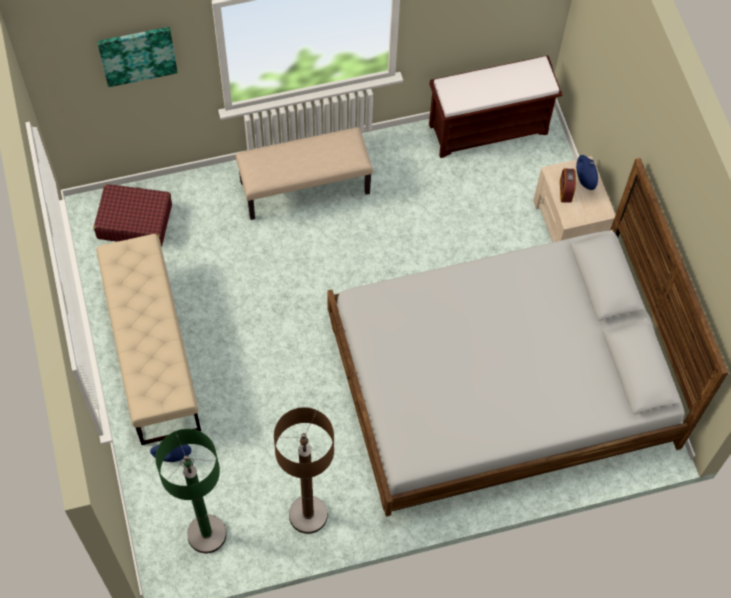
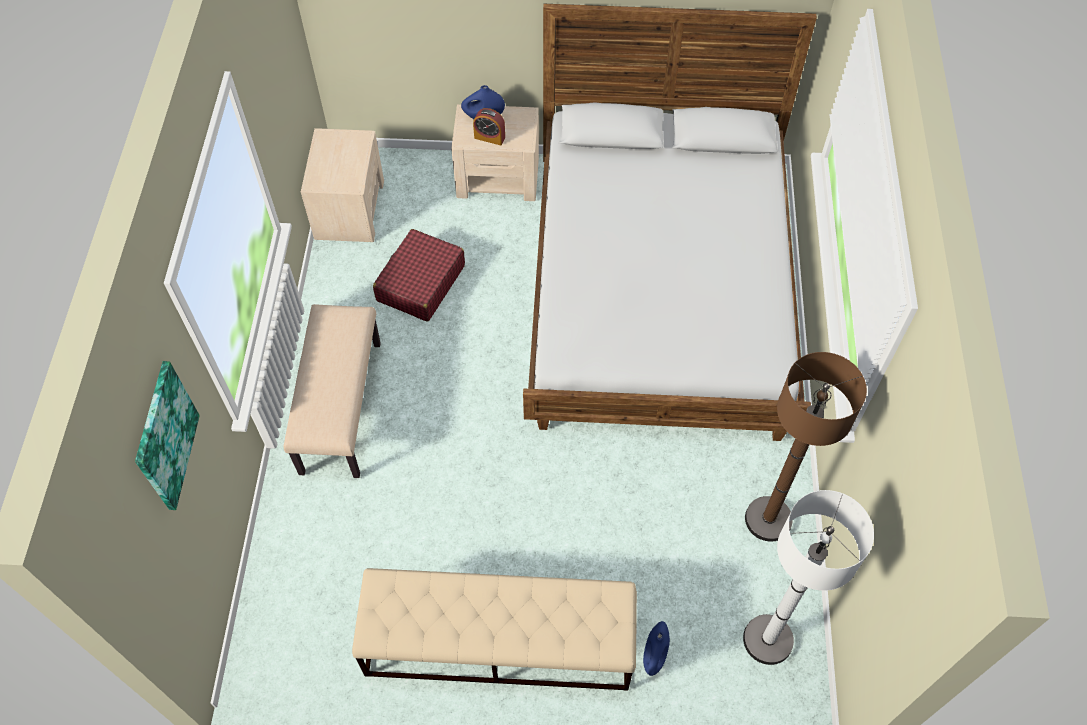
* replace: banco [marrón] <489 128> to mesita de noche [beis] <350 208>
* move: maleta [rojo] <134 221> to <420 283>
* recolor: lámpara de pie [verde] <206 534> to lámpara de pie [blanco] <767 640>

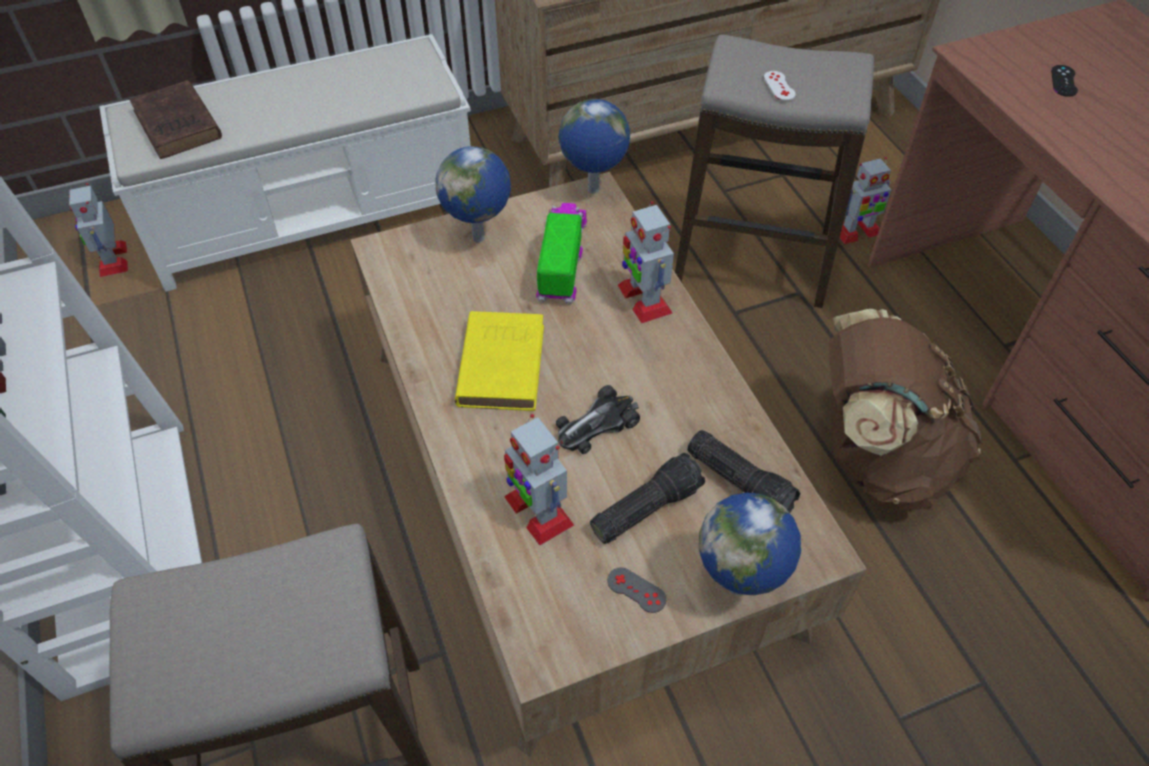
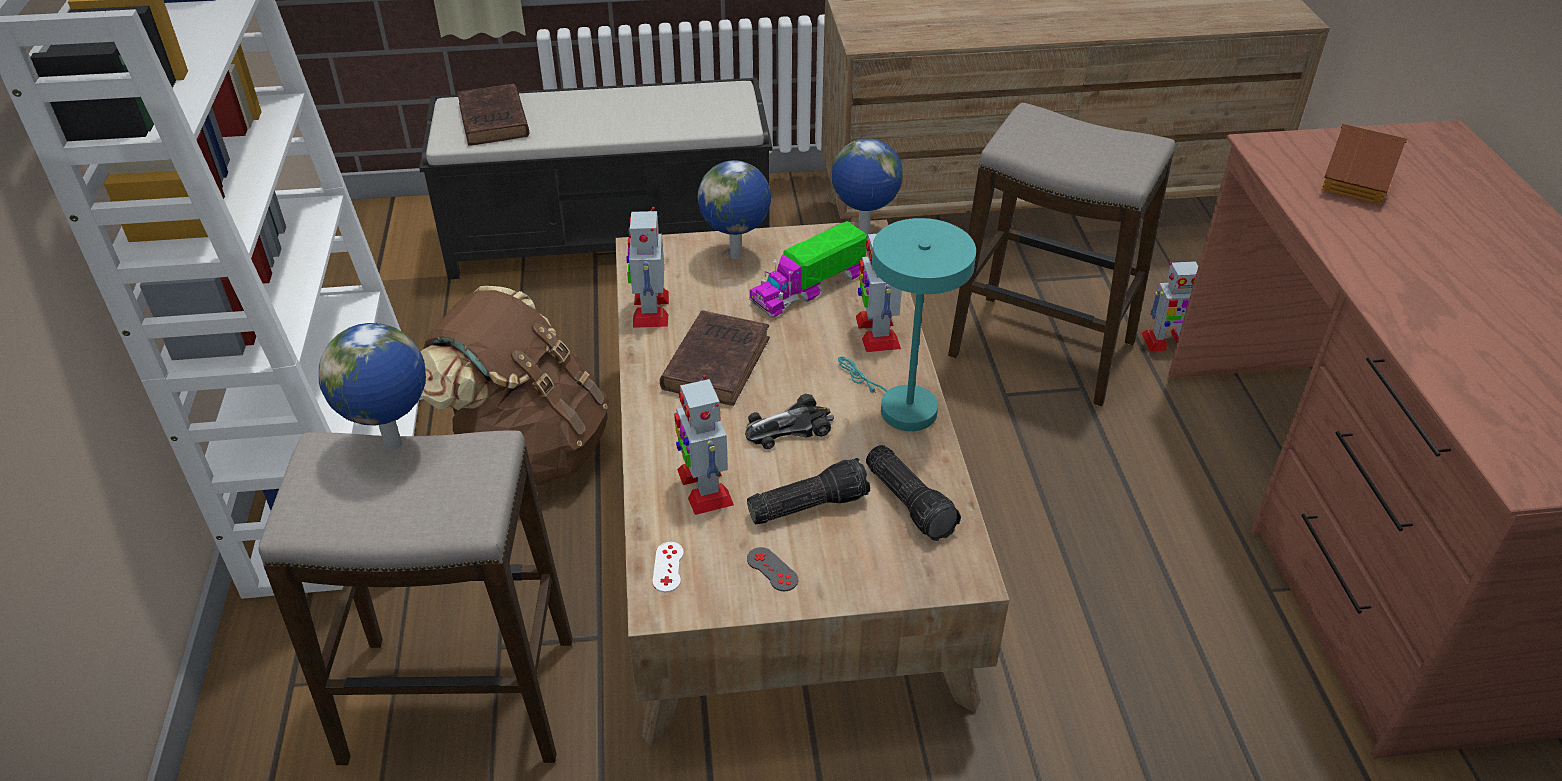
* recolor: banco [blanco] <318 214> to banco [negro] <612 237>
* replace: mando de consola [negro] <1063 81> to casita <1354 182>
* move: mando de consola [blanco] <779 86> to <668 567>
* move: robot de juguete <112 259> to <650 309>
* rotate: camión de juguete <562 261> = <809 287> 150 degrees counterclockwise
* move: mochila [marrón] <875 457> to <529 450>
* recolor: libro [amarillo] <501 363> to libro [marrón] <717 361>
* move: globo terráqueo <738 588> to <395 446>
* insert: lámpara de mesa [turquesa] <900 406>

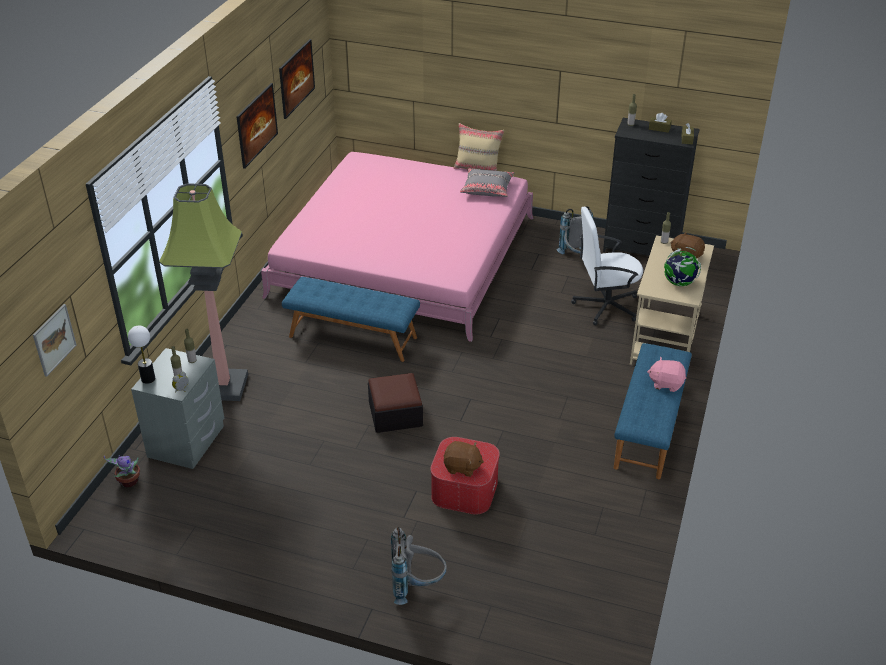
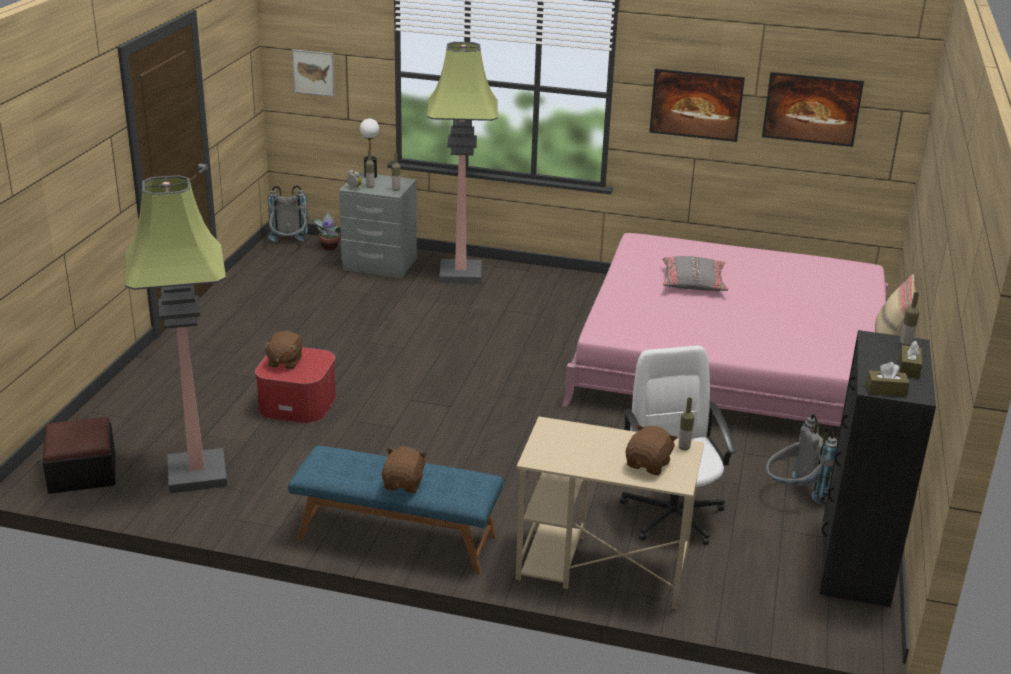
* move: cojín [gris] <487 188> to <693 283>
* delete: globo terráqueo <679 283>
* delete: banco [azul] <353 336>
* recolor: peluche [rosa] <666 383> to peluche [marrón] <404 484>
* move: puf <395 414> to <82 472>
* move: mochila [gris] <417 586> to <289 246>
* insert: lámpara de pie <196 473>

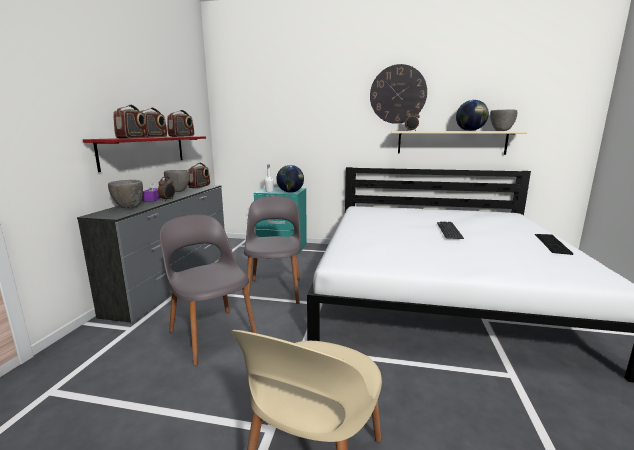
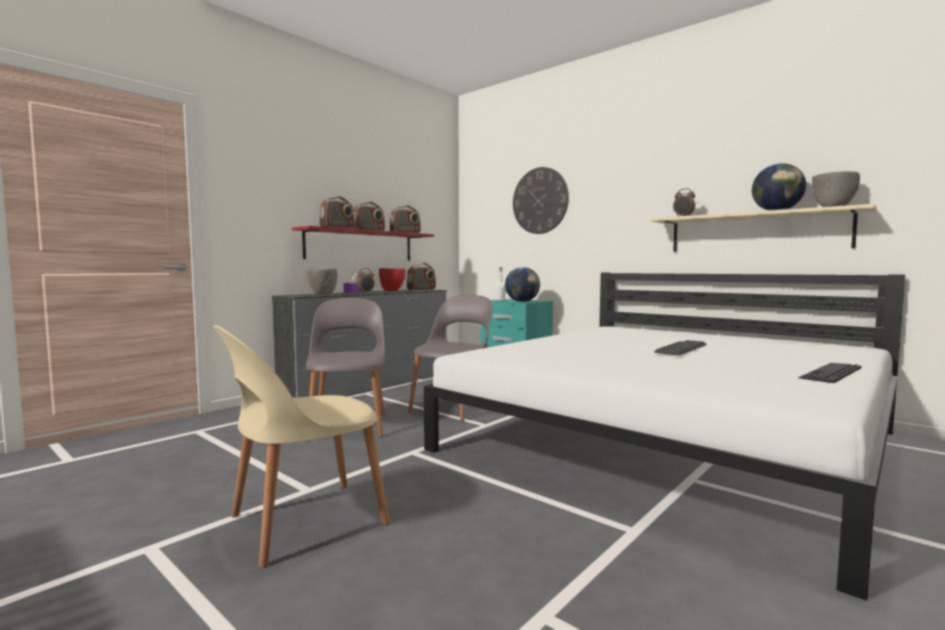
* move: reloj de pared <398 94> to <540 200>
* recolor: cuenco [gris] <178 191> to cuenco [rojo] <392 290>

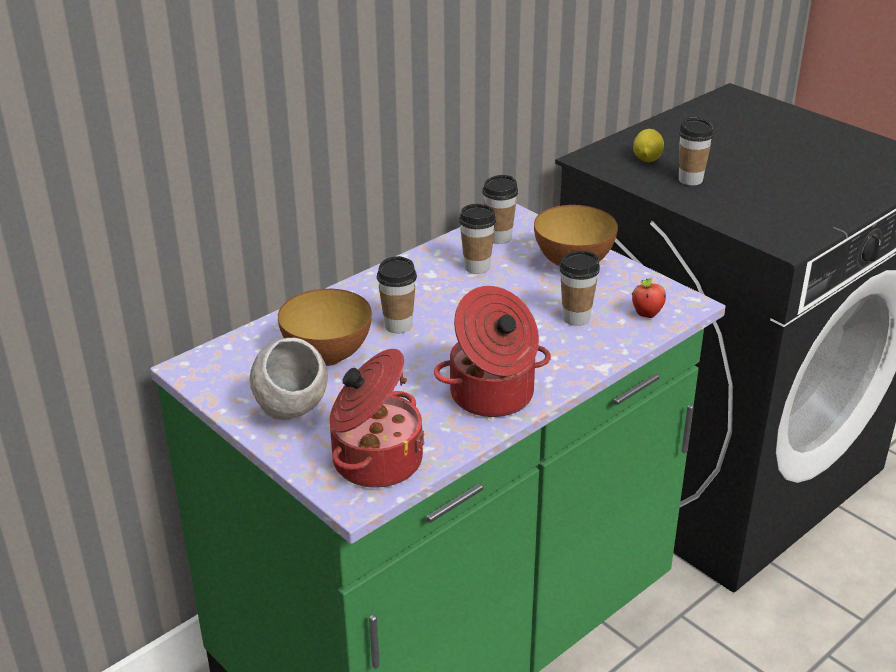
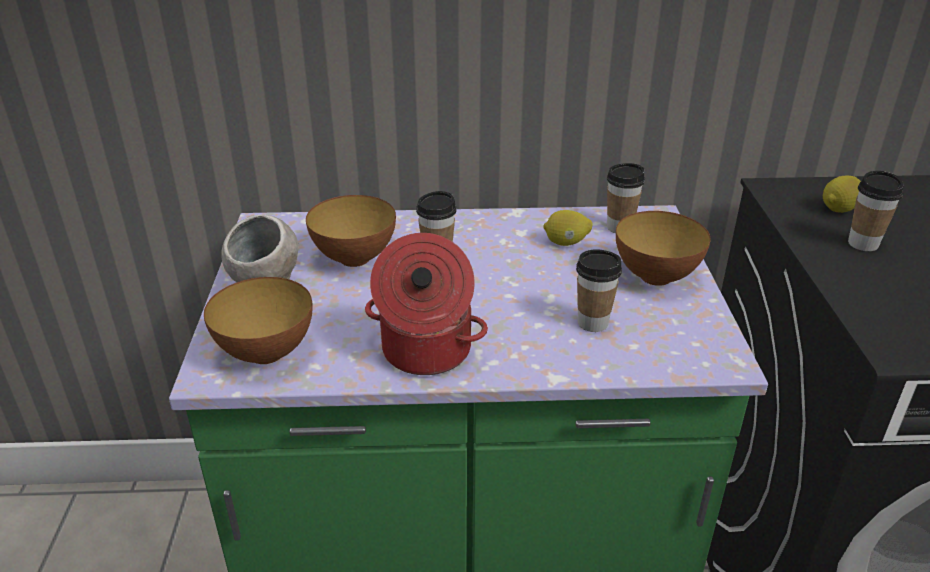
* replace: taza <477 267> to limón <566 243>
* delete: manzana <647 315>
* replace: olla <375 460> to cuenco <266 353>

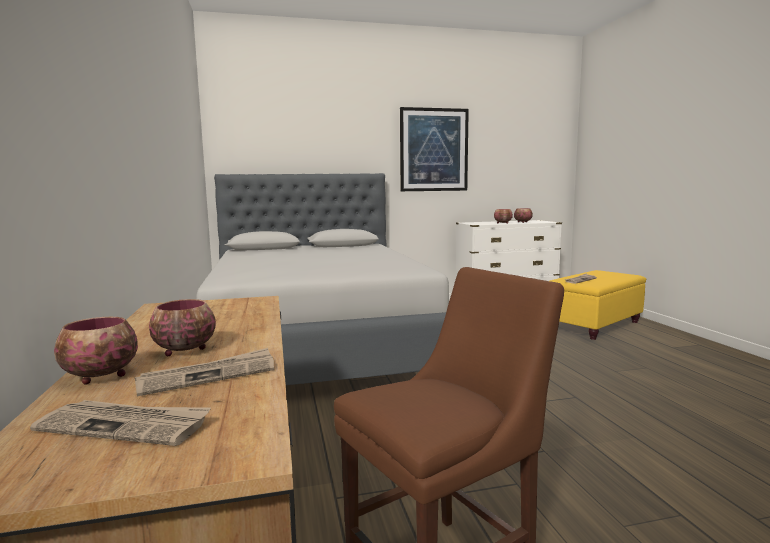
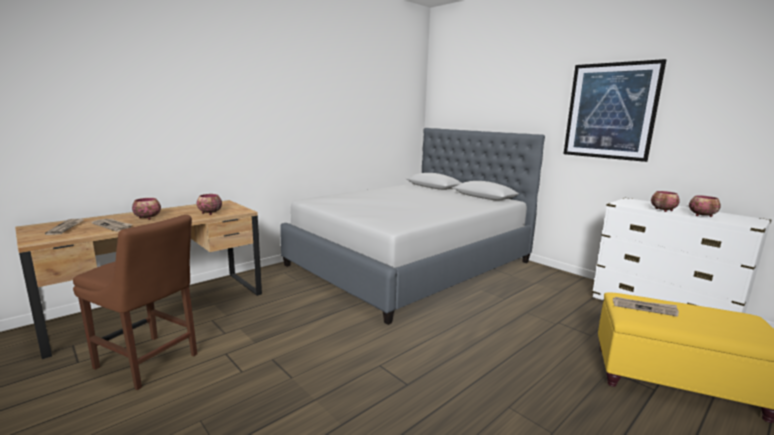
* move: cuenco <100 376> to <209 213>

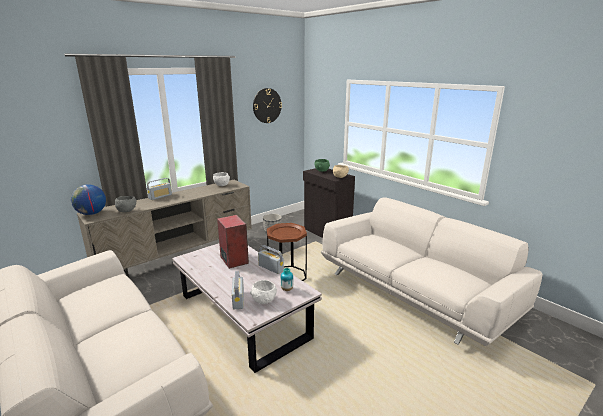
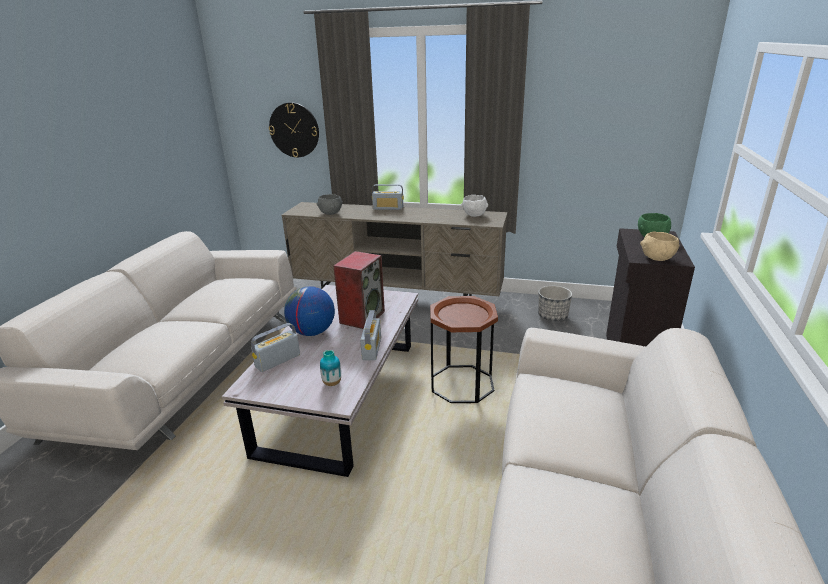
* move: reloj de pared <267 105> to <294 130>
* move: globo terráqueo <91 214> to <312 332>
* delete: cuenco [blanco] <264 301>

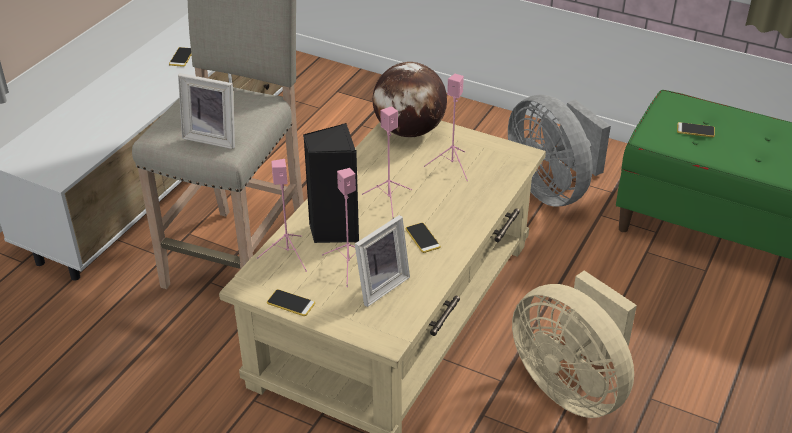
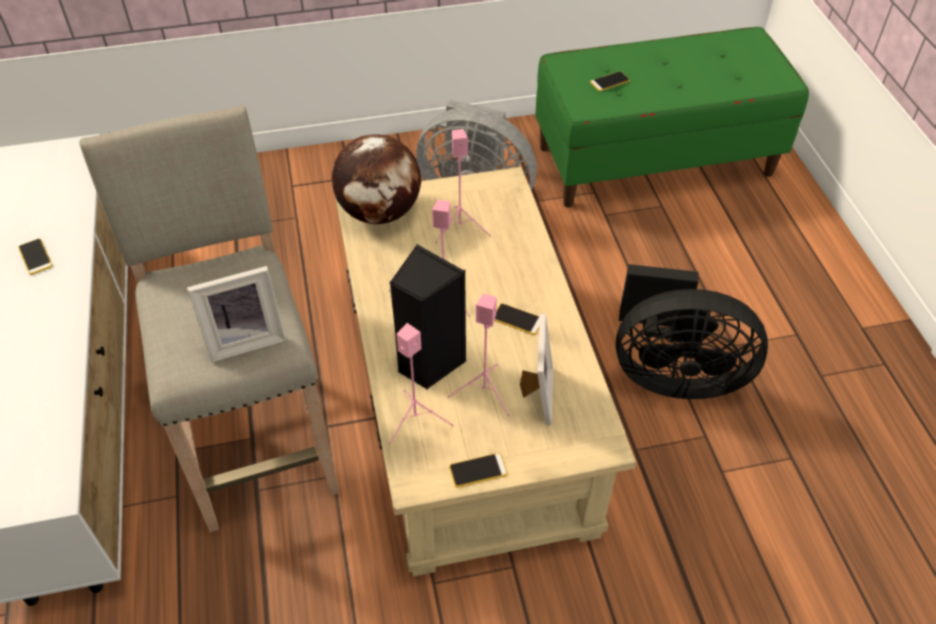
* recolor: ventilador [beis] <572 386> to ventilador [negro] <672 374>

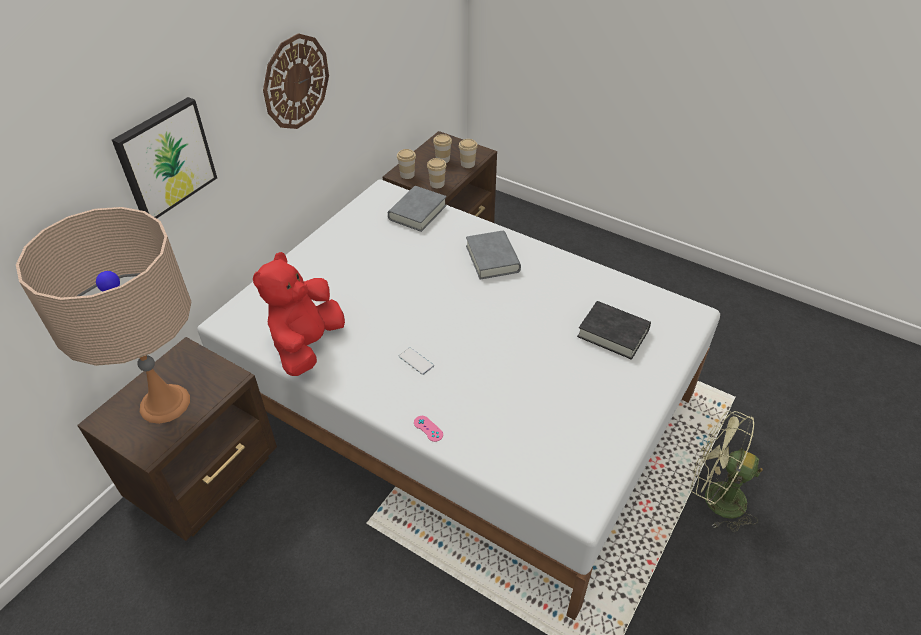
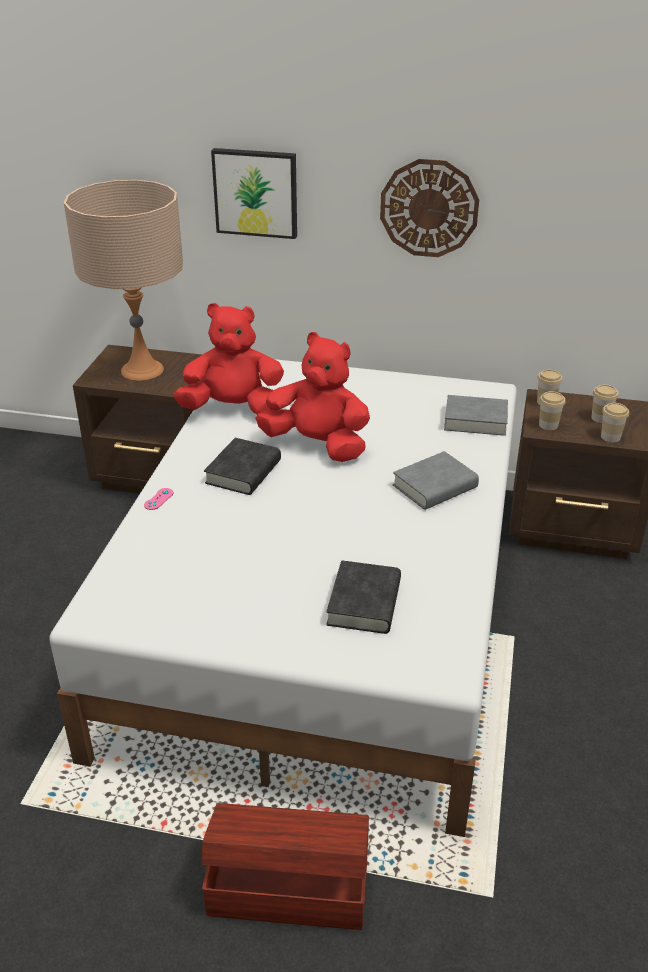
* replace: móvil <416 361> to libro [negro] <243 472>
* replace: ventilador [verde] <714 498> to caja de almacenaje [marrón] <287 887>
* insert: peluche [rojo] <317 445>

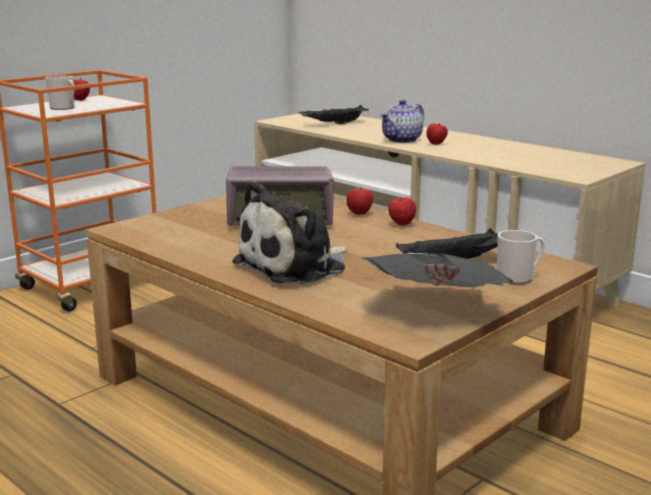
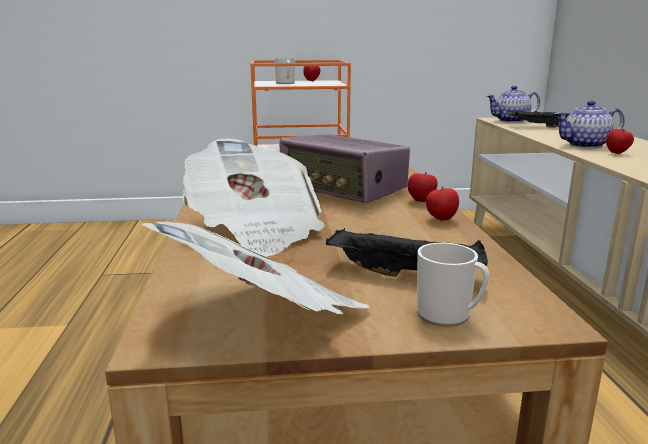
* replace: peluche <295 266> to periódico <255 230>
* insert: tetera <511 120>

